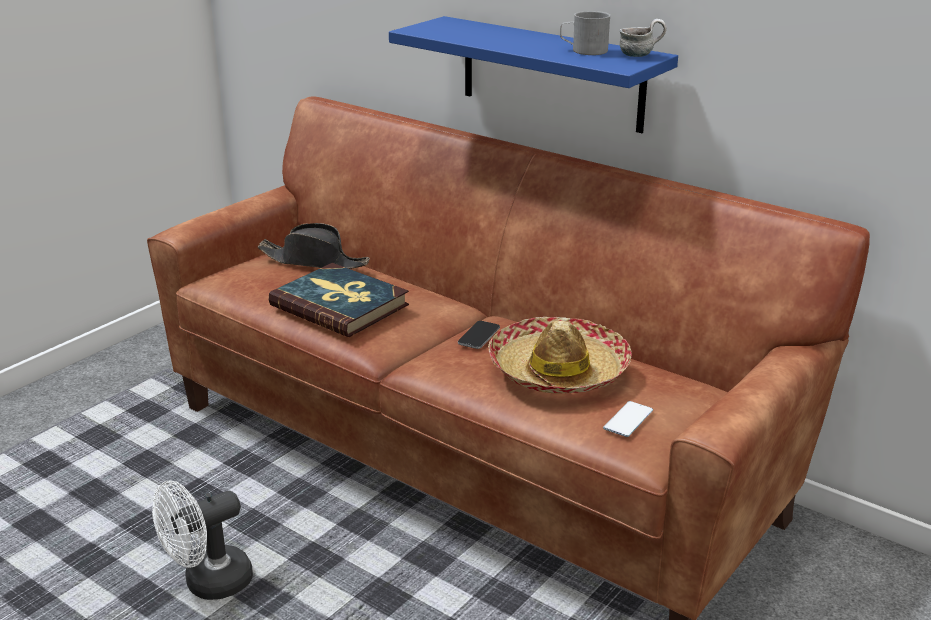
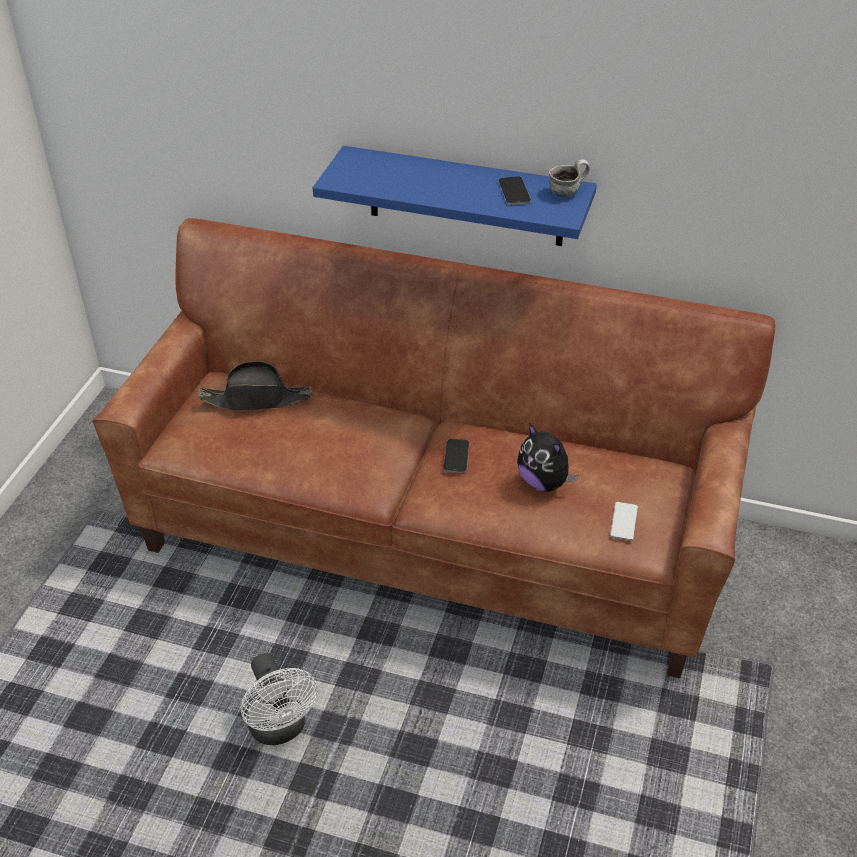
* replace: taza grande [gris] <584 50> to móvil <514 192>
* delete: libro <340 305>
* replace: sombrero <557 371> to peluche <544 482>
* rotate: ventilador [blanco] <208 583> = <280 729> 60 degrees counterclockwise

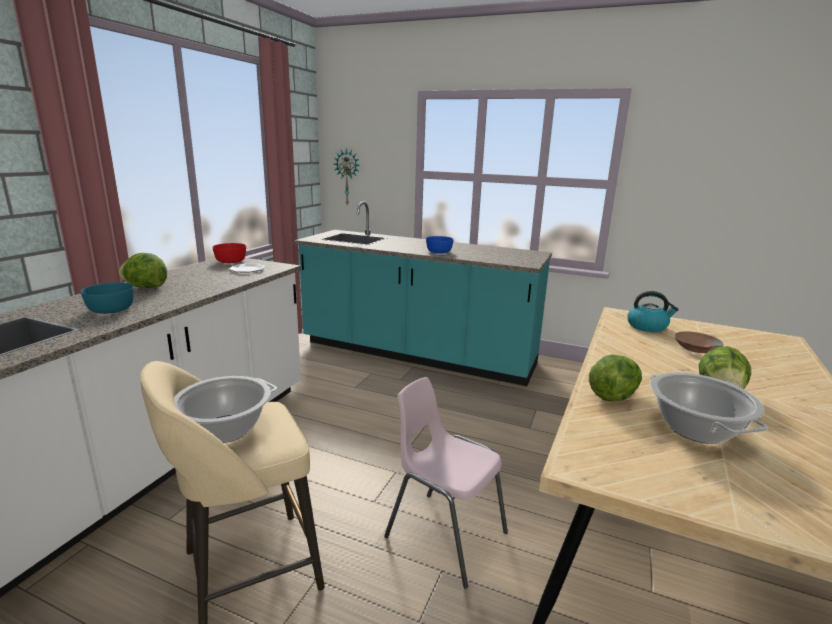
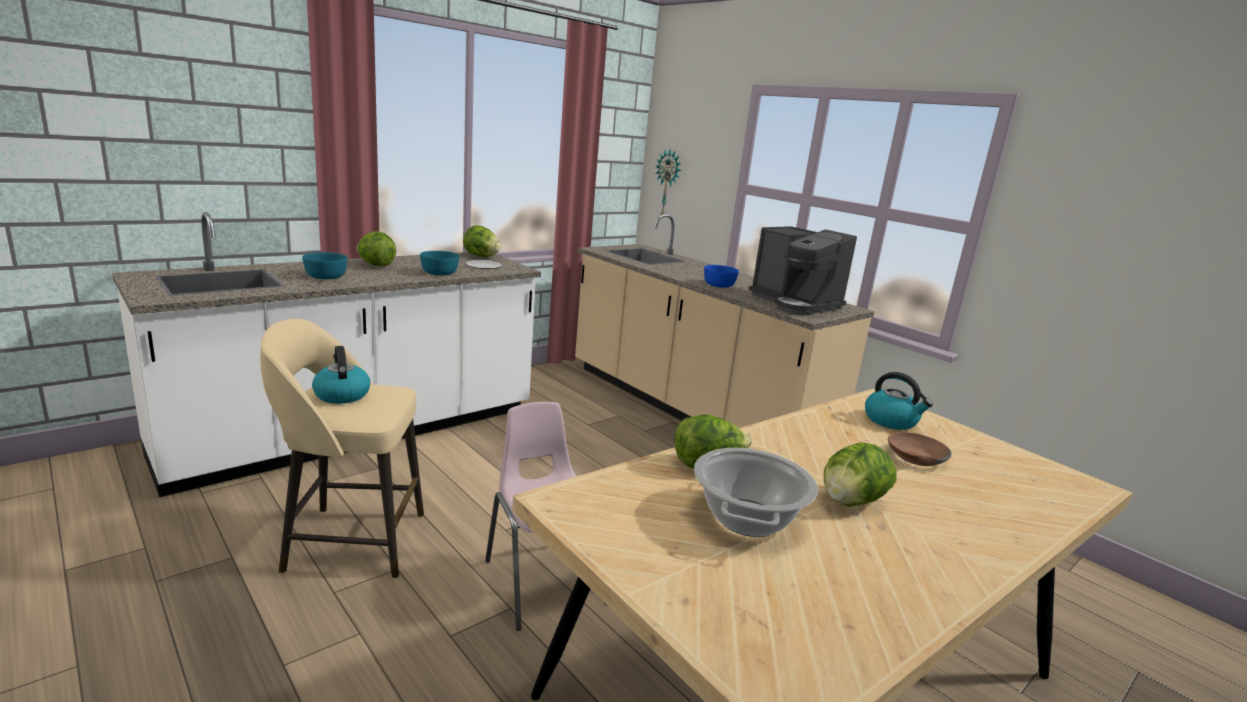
* recolor: mueble bajo de cocina [turquesa] <417 354> to mueble bajo de cocina [beis] <690 410>
* replace: cuenco [rojo] <230 261> to lechuga <481 256>
* replace: olla <225 429> to hervidor <341 394>
* insert: cafetera <795 303>
* insert: cuenco [turquesa] <439 273>

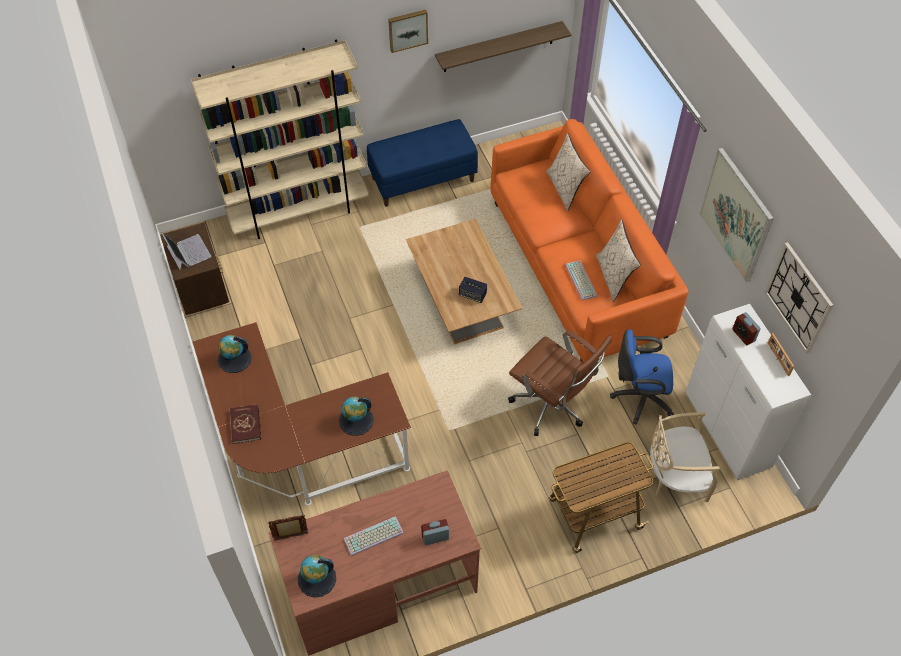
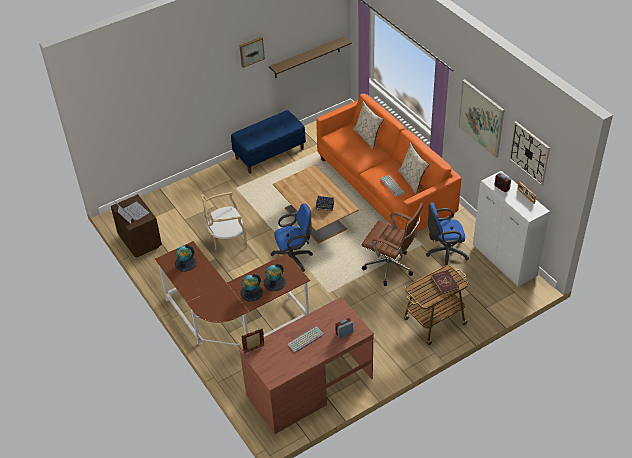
* delete: estantería [beis] <299 212>
* move: libro [rojo] <246 425> to <444 282>
* move: silla [beis] <675 476> to <227 238>
* move: globo terráqueo <317 579> to <251 292>
* insert: silla de oficina [azul] <294 259>

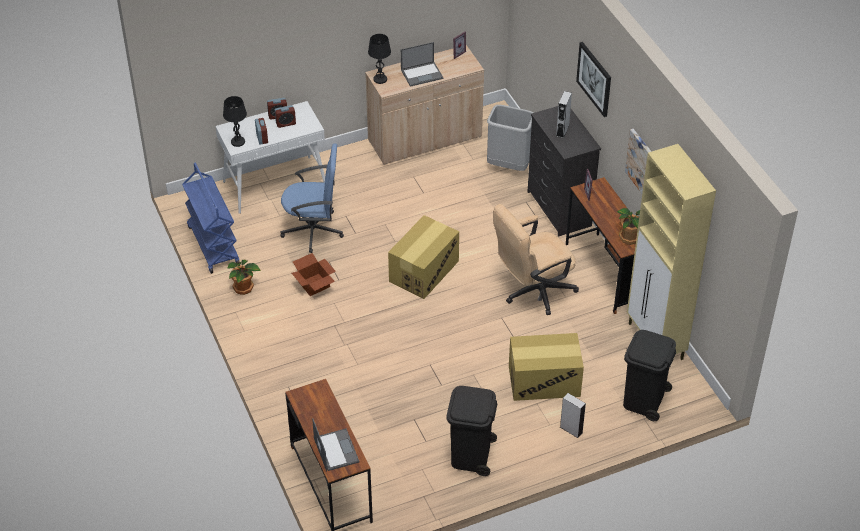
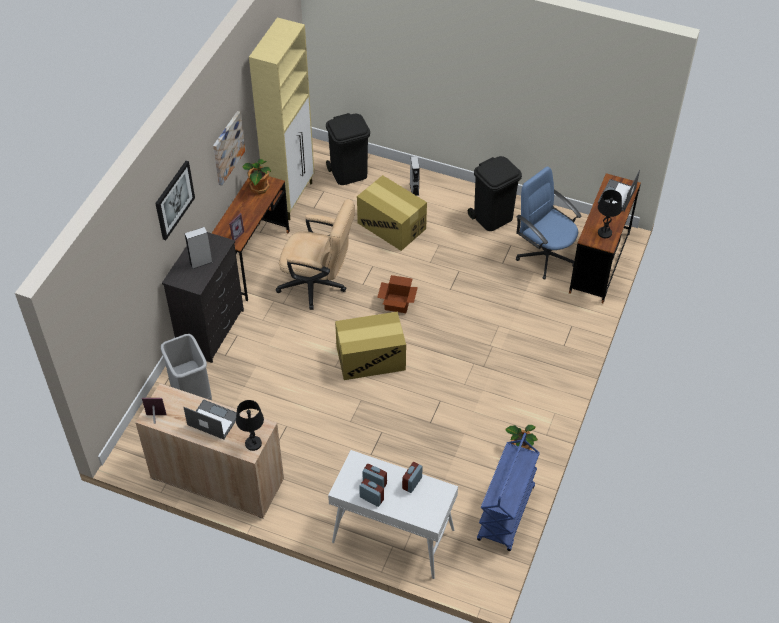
* move: lámpara de mesa [negro] <238 141> to <604 233>
* move: silla de oficina [azul] <313 230> to <545 255>
* move: caja de cartón <314 285> to <398 303>

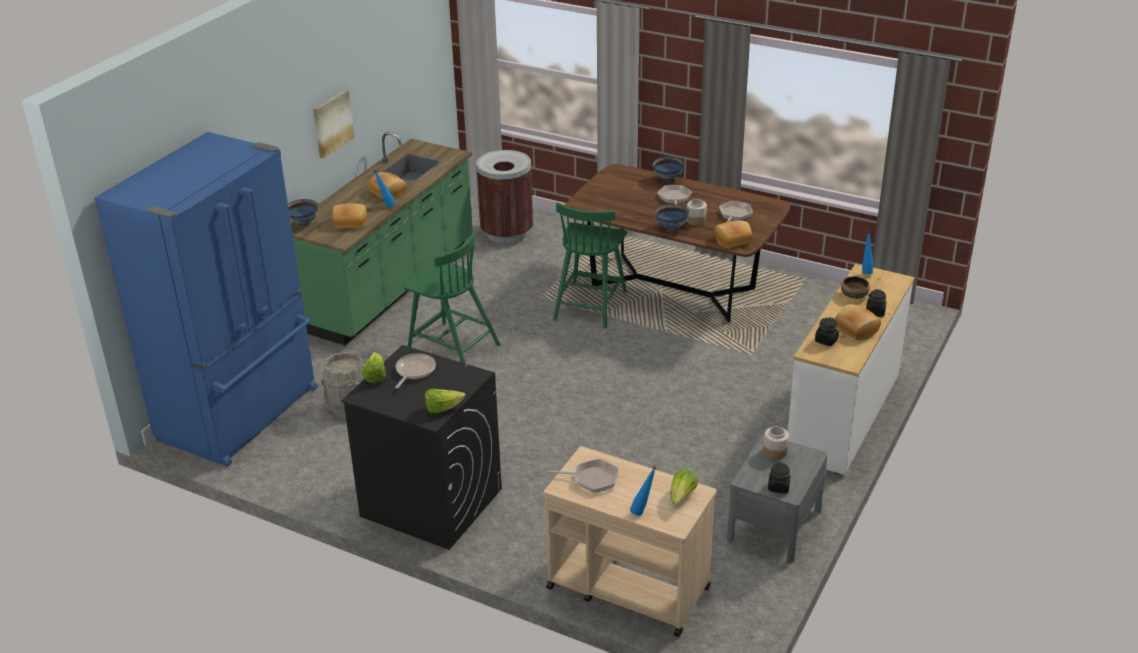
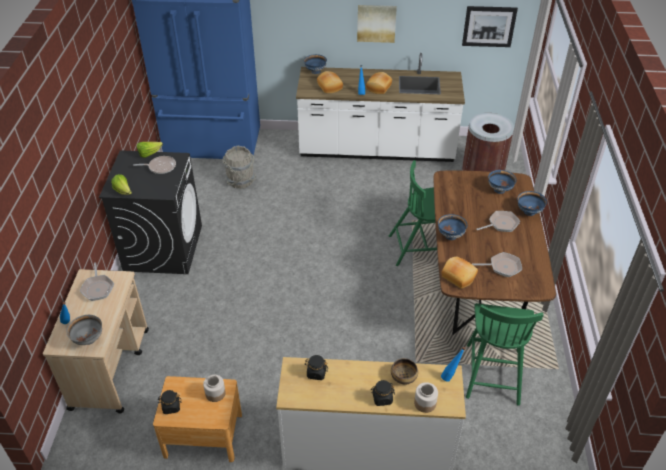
* recolor: mueble bajo de cocina [verde] <390 286> to mueble bajo de cocina [blanco] <376 150>
* move: tarro <695 220> to <425 403>
* move: silla [verde] <452 347> to <492 372>
* delete: pan <856 329>
* recolor: mesita de noche [gris] <774 525> to mesita de noche [marrón] <203 435>
* replace: lechuga <681 497> to cuenco [gris] <88 340>
* insert: cuadro <489 26>
* insert: cuenco [azul] <499 190>

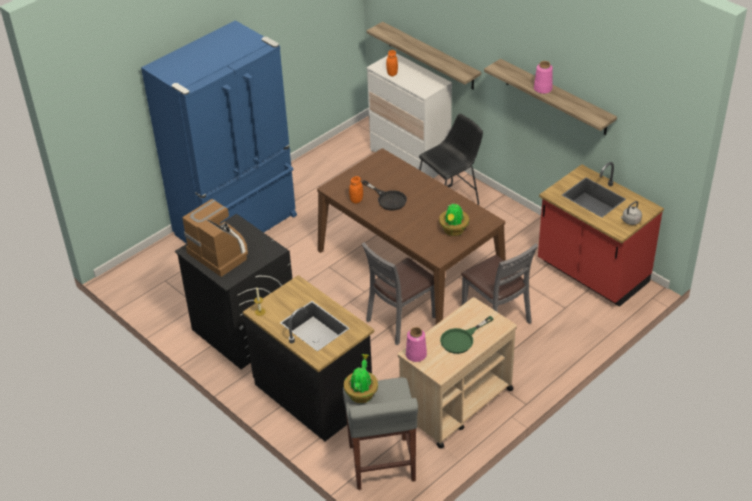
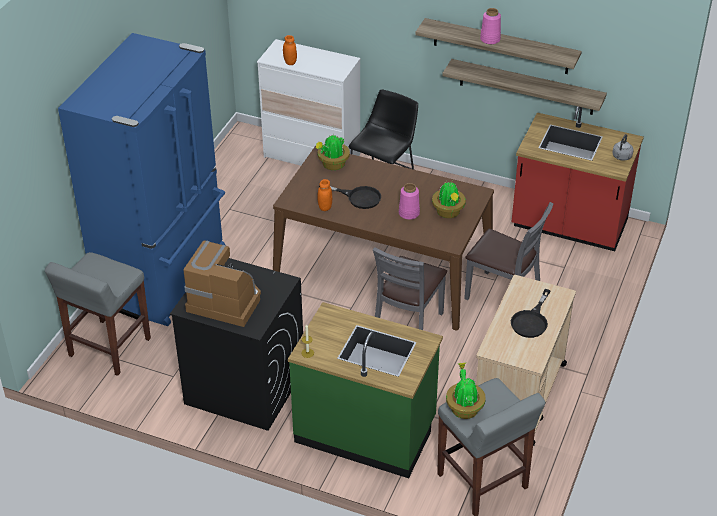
* move: estante <430 56> to <526 87>
* recolor: mueble bajo de cocina [negro] <314 393> to mueble bajo de cocina [verde] <365 431>
* recolor: sartén [verde] <461 339> to sartén [negro] <531 321>
* move: florero [rosa] <416 355> to <409 213>
* insert: planta en maceta <332 165>
* insert: taburete [gris] <108 348>

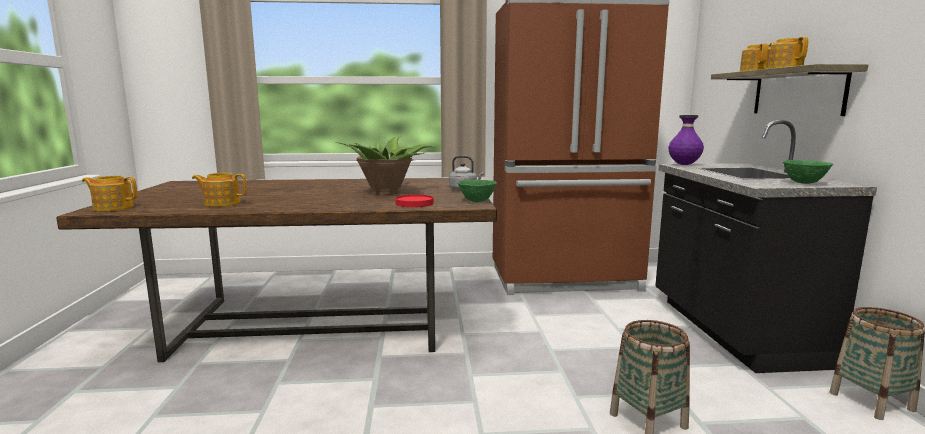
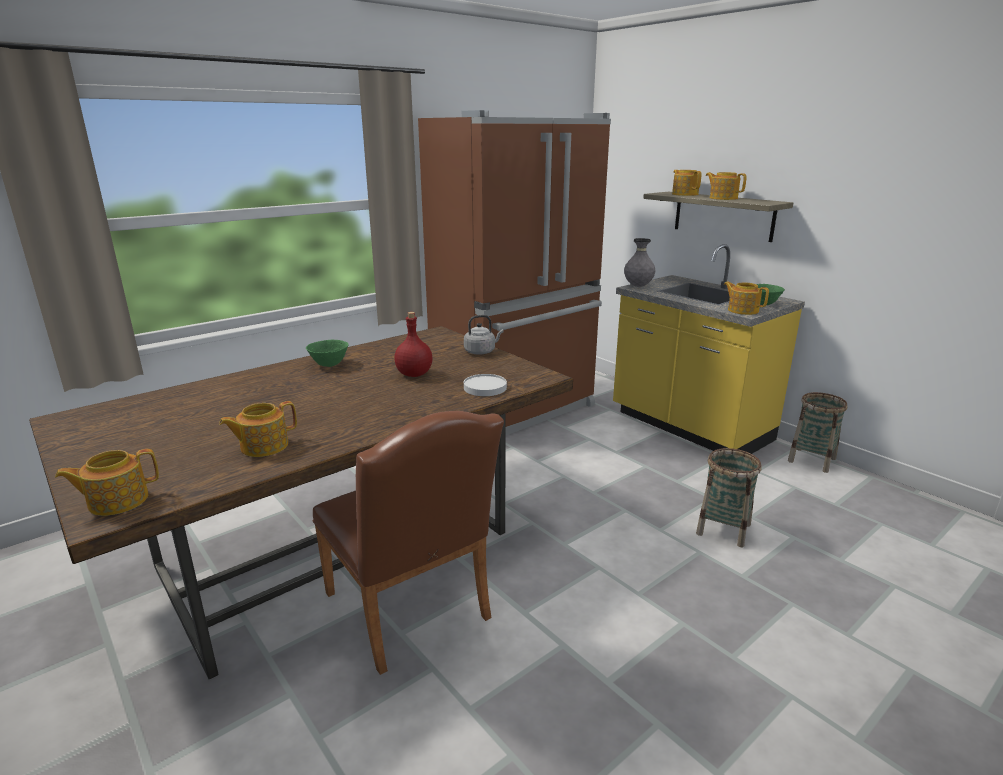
* recolor: florero [morado] <684 165> to florero [gris] <638 286>
* recolor: mueble bajo de cocina [negro] <731 331> to mueble bajo de cocina [amarillo] <689 427>
* replace: planta en maceta <387 192> to botella [rojo] <414 374>
* move: cuenco [verde] <476 201> to <329 365>
* recolor: plato [rojo] <415 203> to plato [blanco] <485 387>
* insert: tetera <742 310>
* insert: silla [marrón] <411 612>

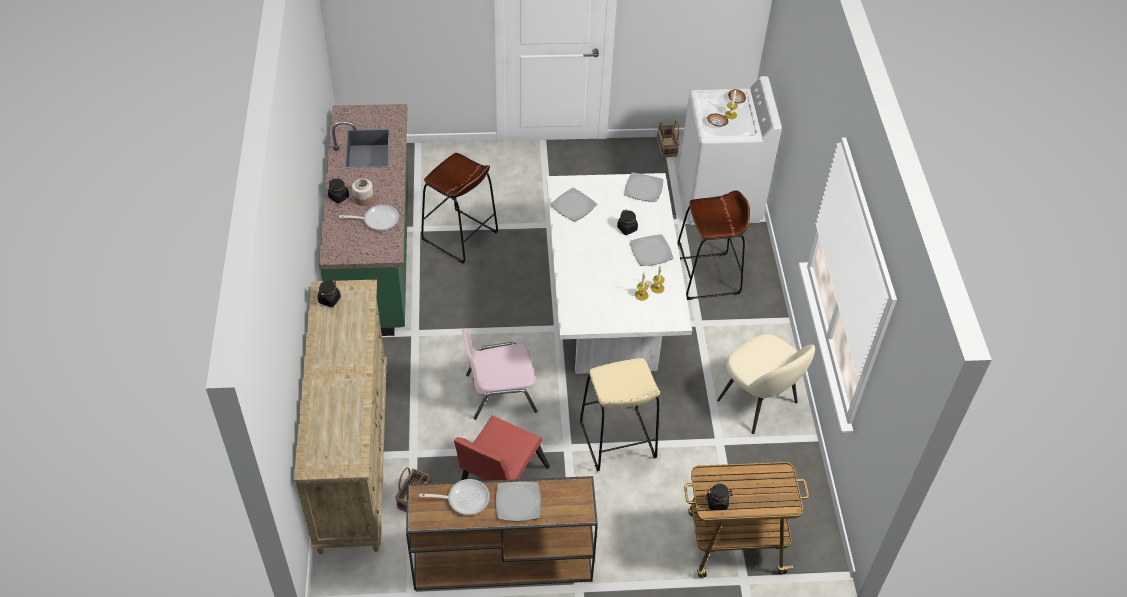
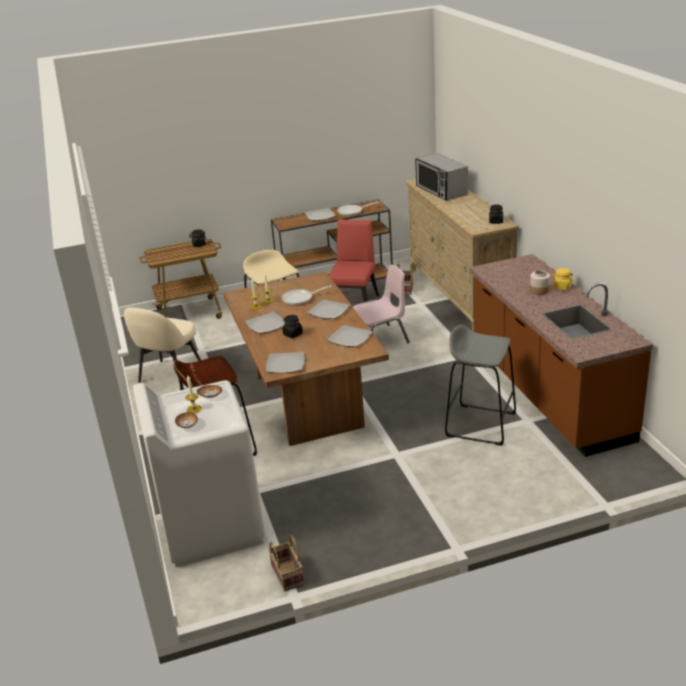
* recolor: mueble bajo de cocina [verde] <375 254> to mueble bajo de cocina [marrón] <547 393>
* recolor: taburete [marrón] <460 236> to taburete [gris] <480 424>
* recolor: mesa de comedor [blanco] <608 314> to mesa de comedor [marrón] <309 400>
* recolor: tarro [negro] <339 197> to tarro [amarillo] <562 287>
* move: sartén <378 220> to <300 299>
* rotate: silla [beis] <759 403> = <170 376> 105 degrees counterclockwise
* insert: microondas <441 191>
* insert: plato <328 311>

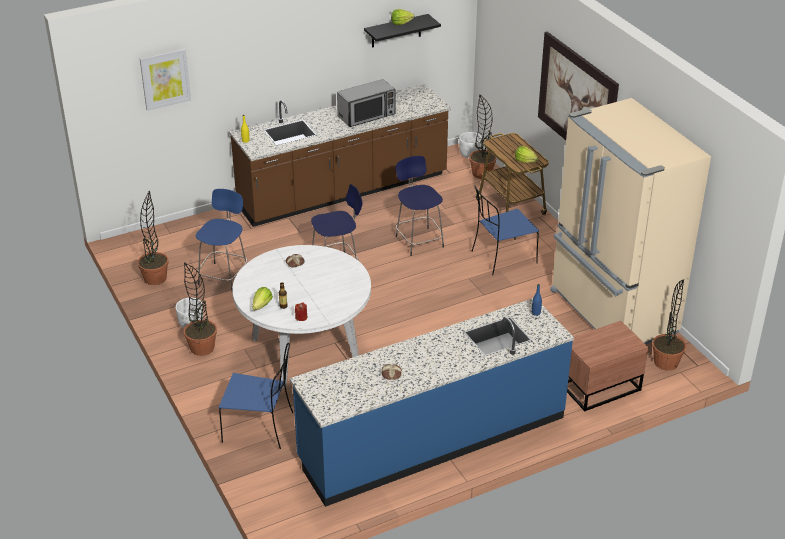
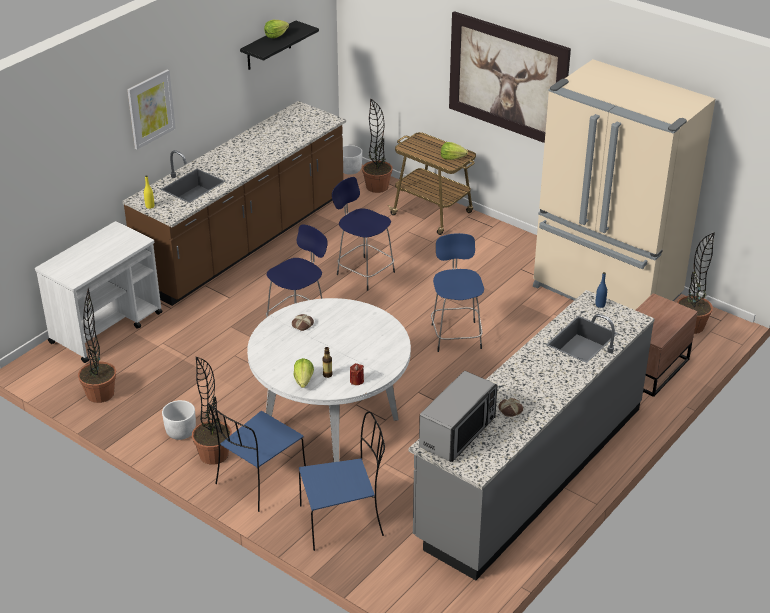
* move: cuadro <165 79> to <150 109>
* move: microondas <367 116> to <458 432>
* move: silla [azul] <502 258> to <259 481>
* move: taburete [azul] <224 276> to <456 335>
* recolor: mueble bajo de cocina [azul] <432 438> to mueble bajo de cocina [gris] <530 472>
* insert: carrito [blanco] <107 327>

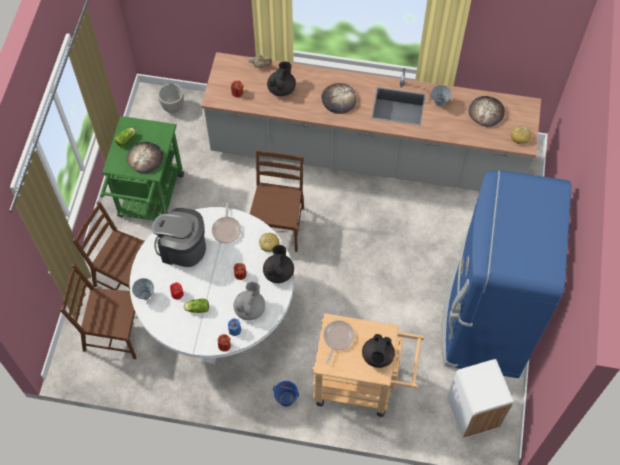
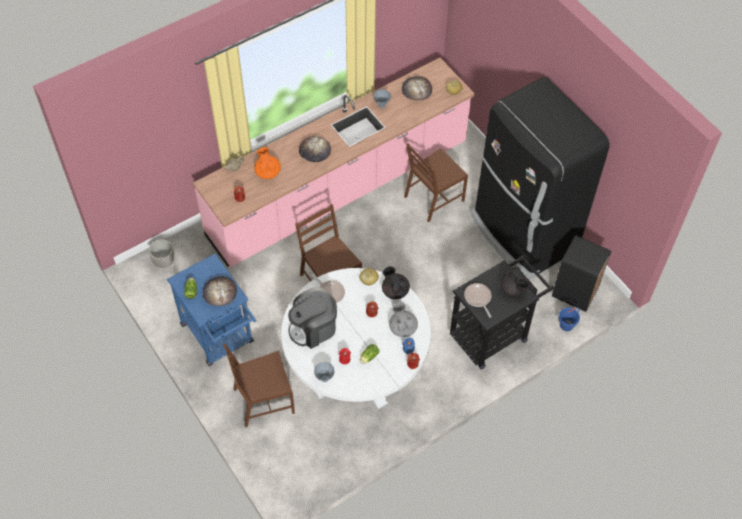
* recolor: mueble bajo de cocina [gris] <366 156> to mueble bajo de cocina [rosa] <339 190>
* recolor: tetera [negro] <281 88> to tetera [naranja] <267 172>
* recolor: carrito [verde] <149 201> to carrito [azul] <220 337>
* recolor: nevera [azul] <483 321> to nevera [negro] <523 234>
* move: silla [marrón] <114 332> to <433 198>
* recolor: carrito [beis] <362 384> to carrito [negro] <494 333>
* recolor: papelera [blanco] <472 413> to papelera [negro] <575 293>
* move: cubo [azul] <286 399> to <566 325>

